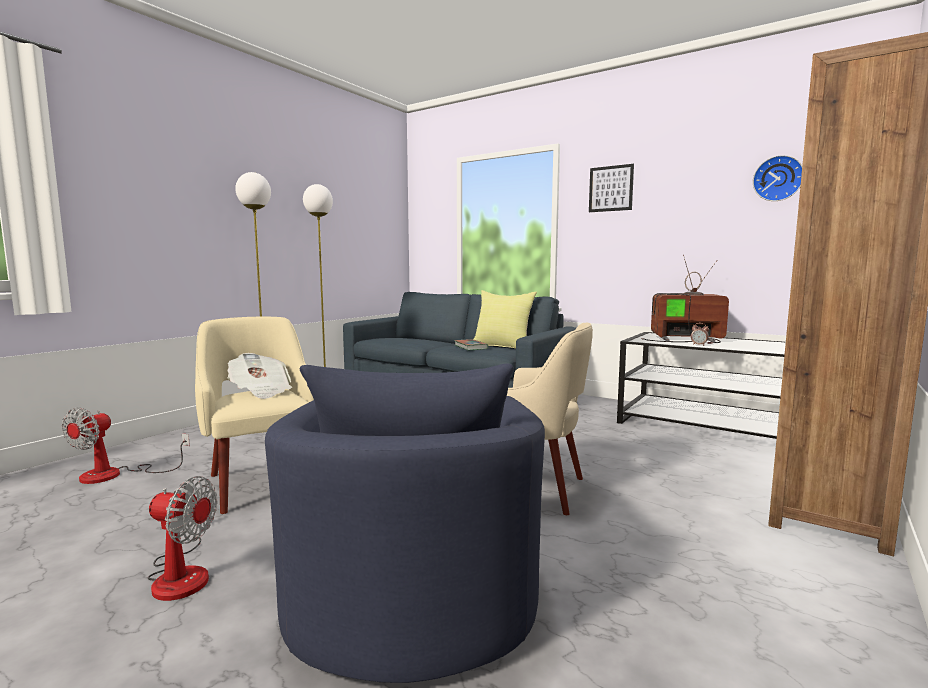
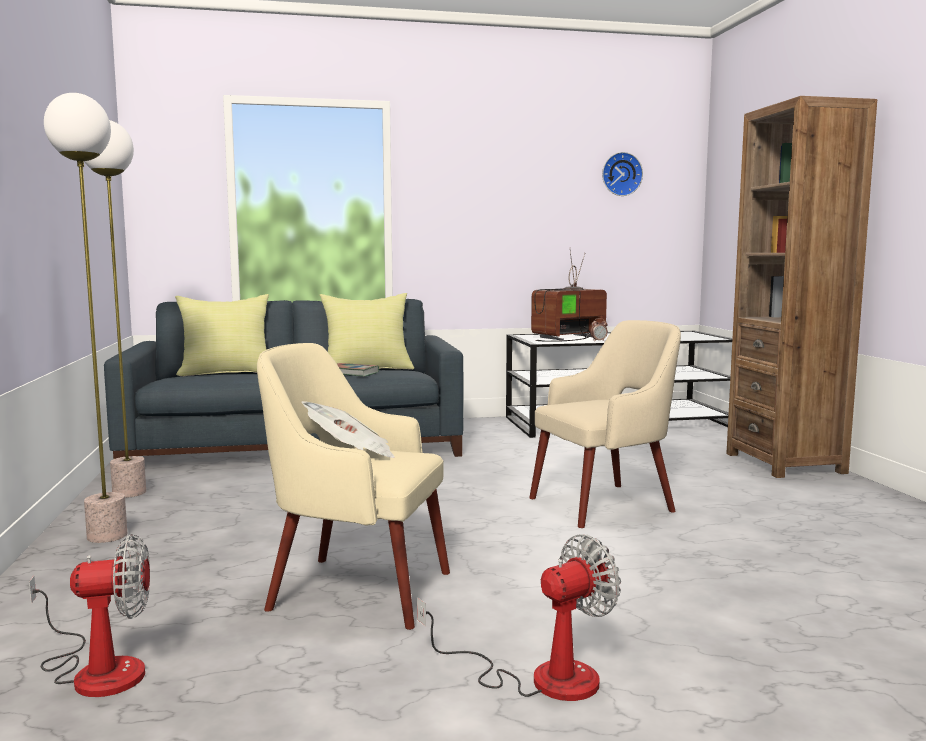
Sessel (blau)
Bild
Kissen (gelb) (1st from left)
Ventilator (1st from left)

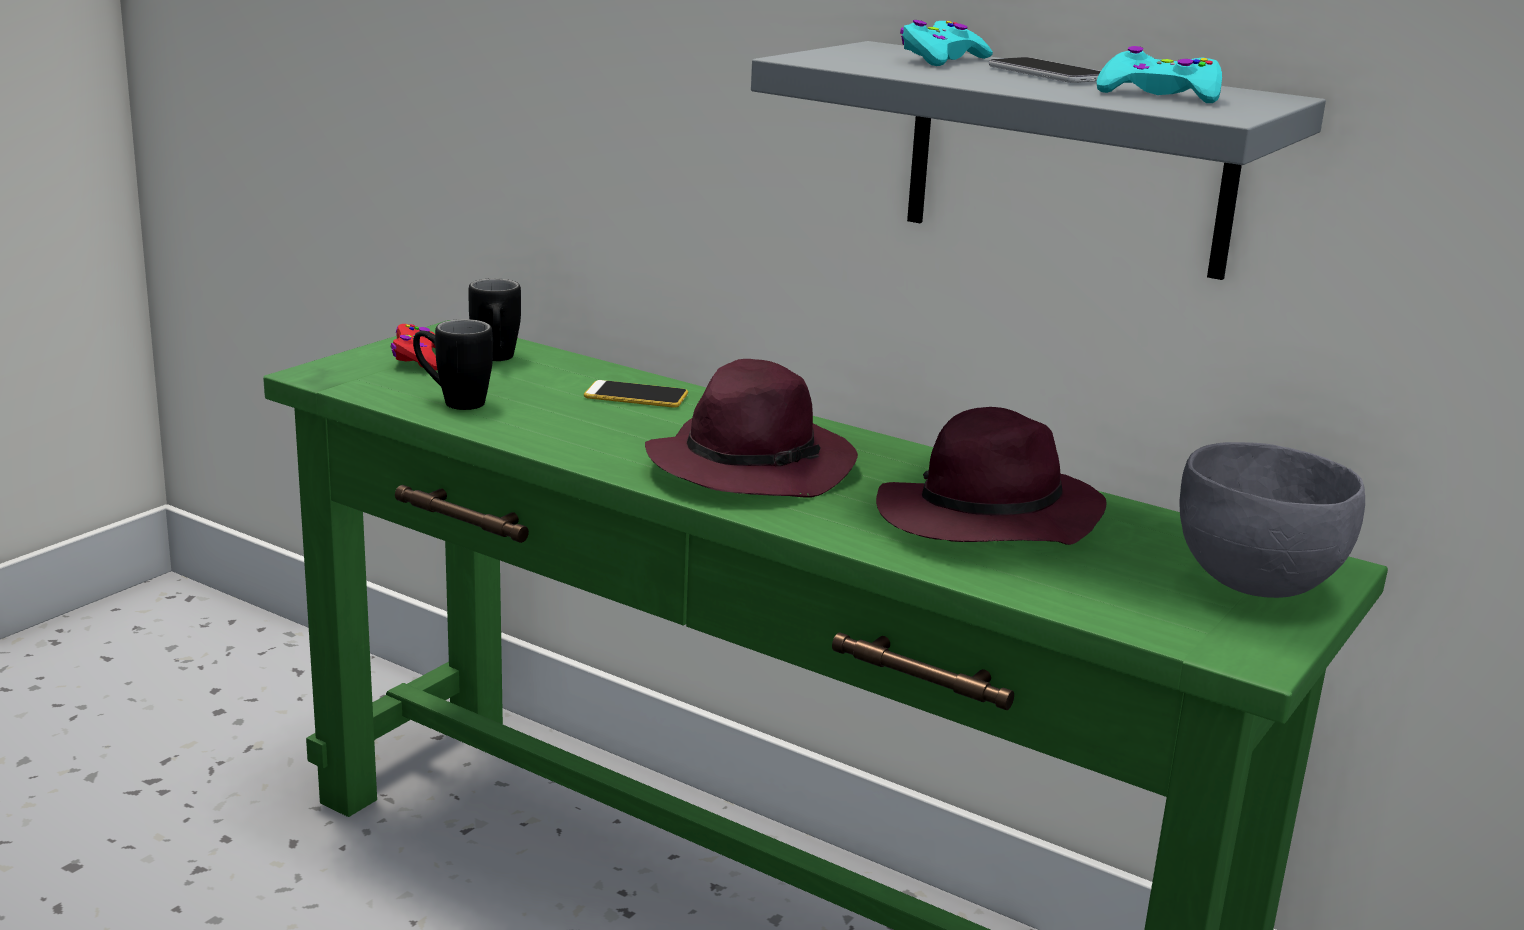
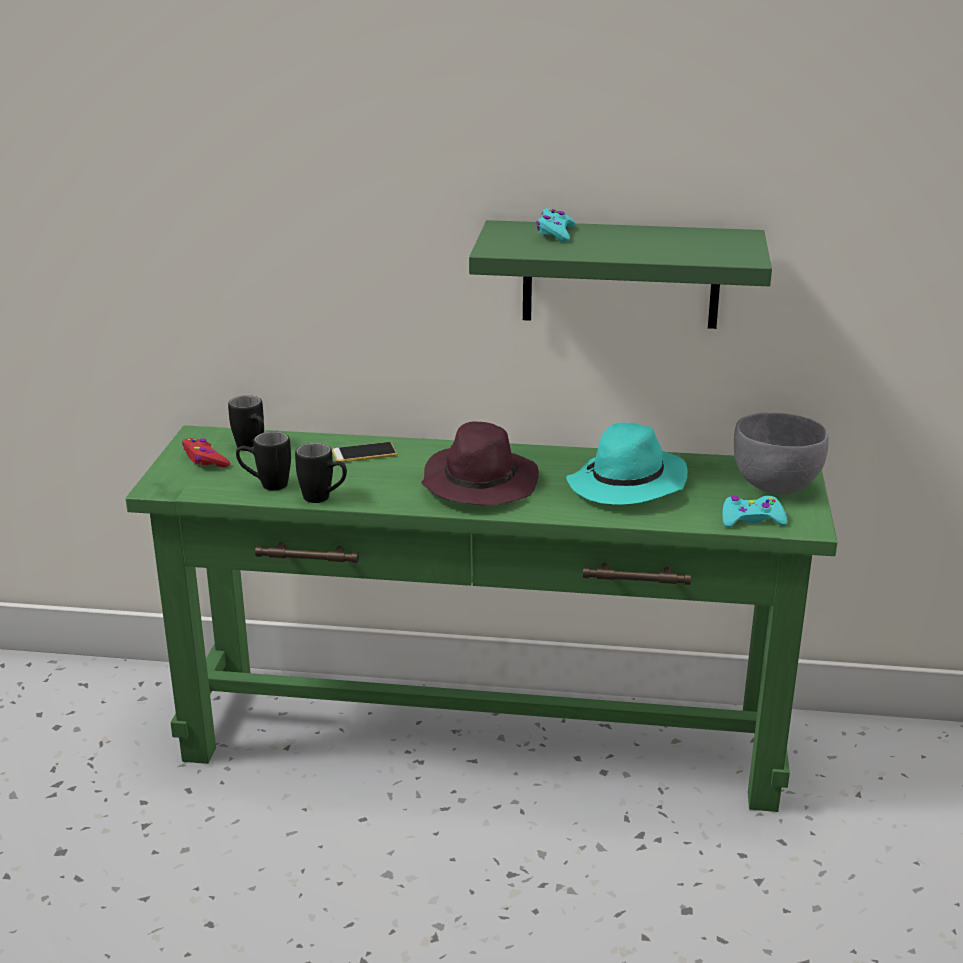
Handy (2nd from left in the first image)
Henkelbecher (schwarz) (3rd from left)
Gamepad (türkis) (2nd from left)
Wandregal (grün)
Hut (türkis)

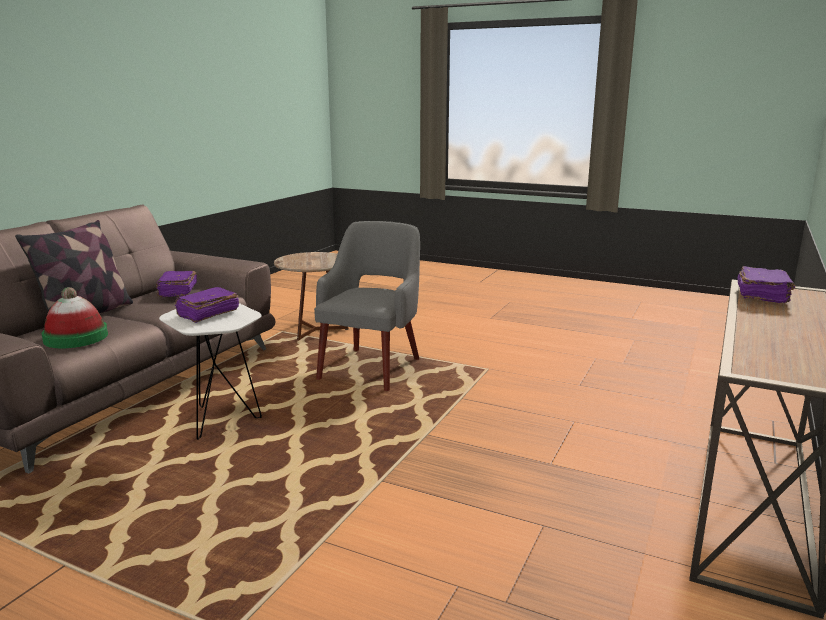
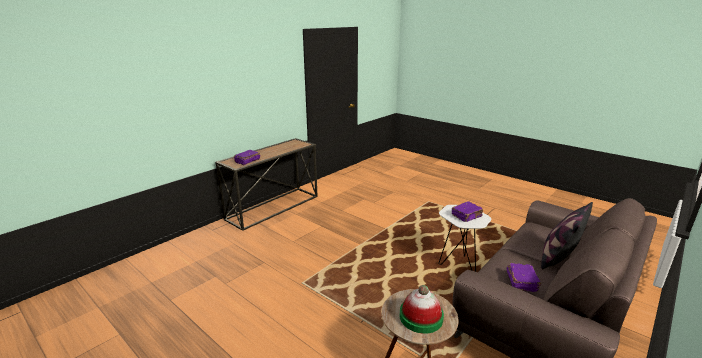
Sessel (grau)
Hut

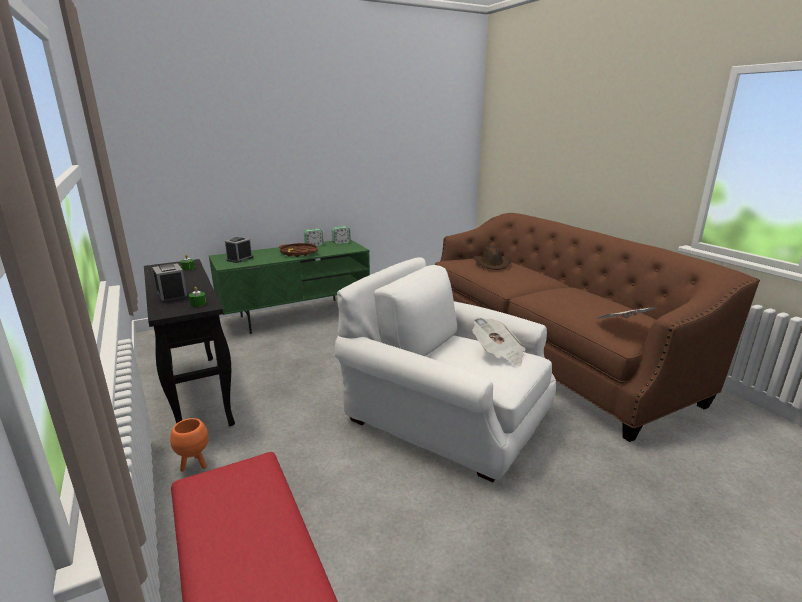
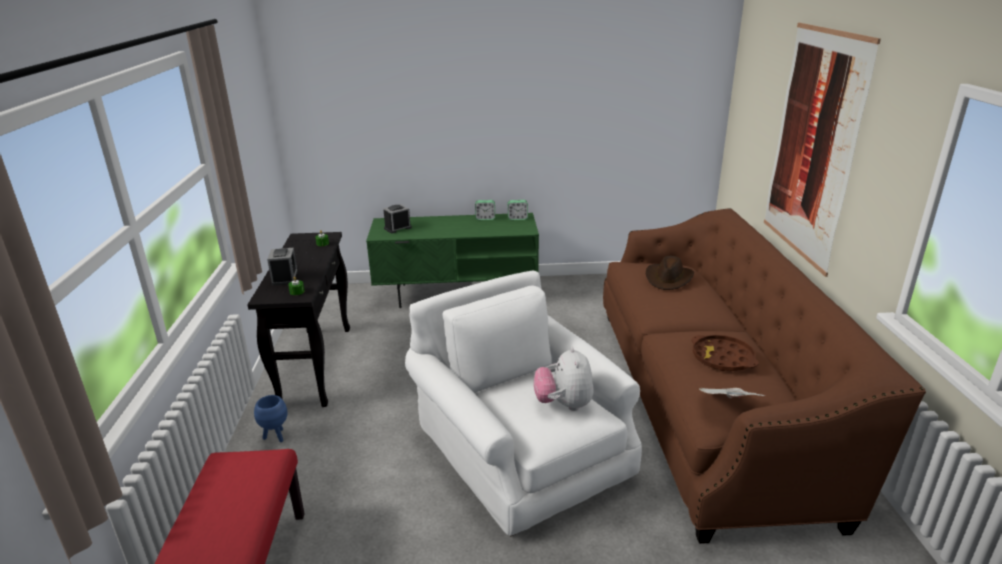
Bild
Tablett (braun)
Plüschtier
Pflanzkübel (blau)

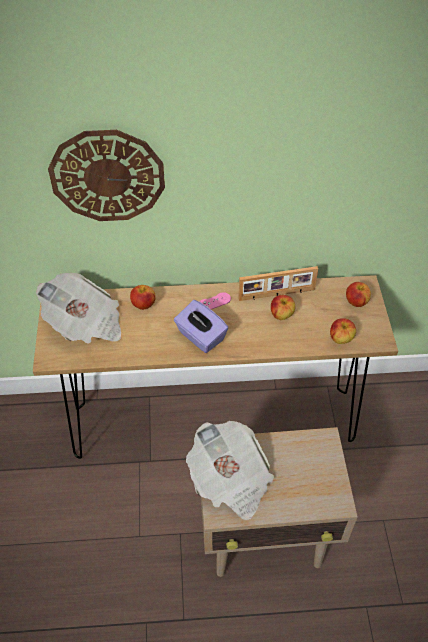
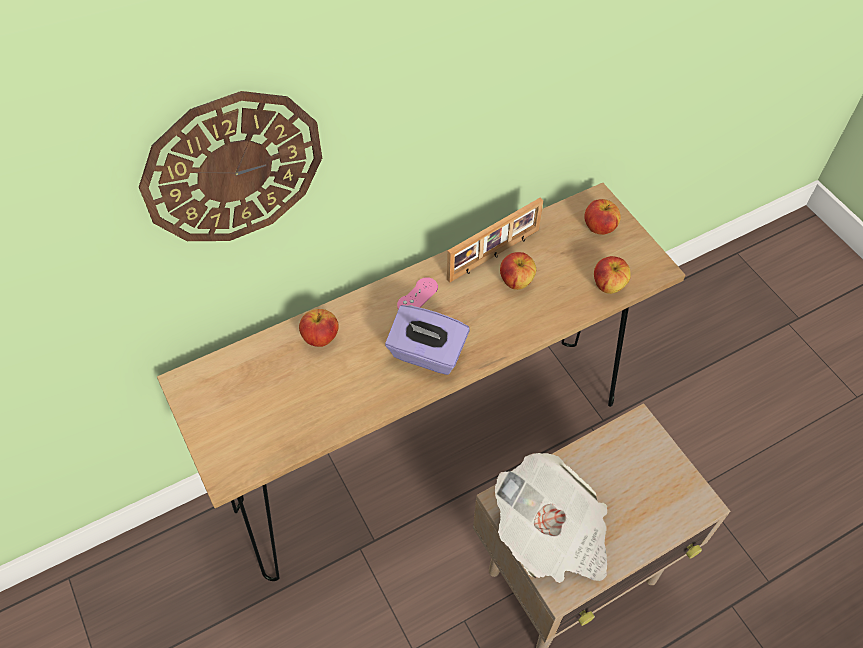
Zeitung (1st from left in the first image)

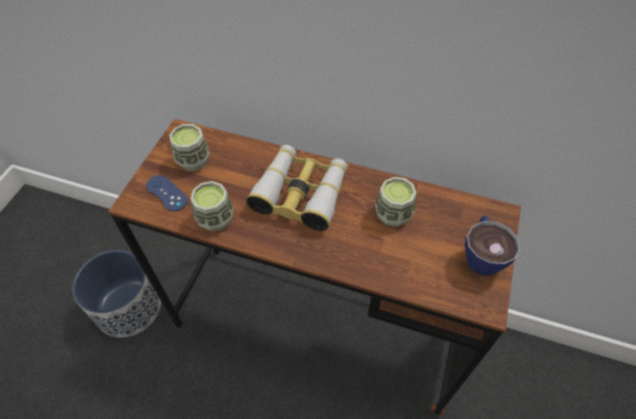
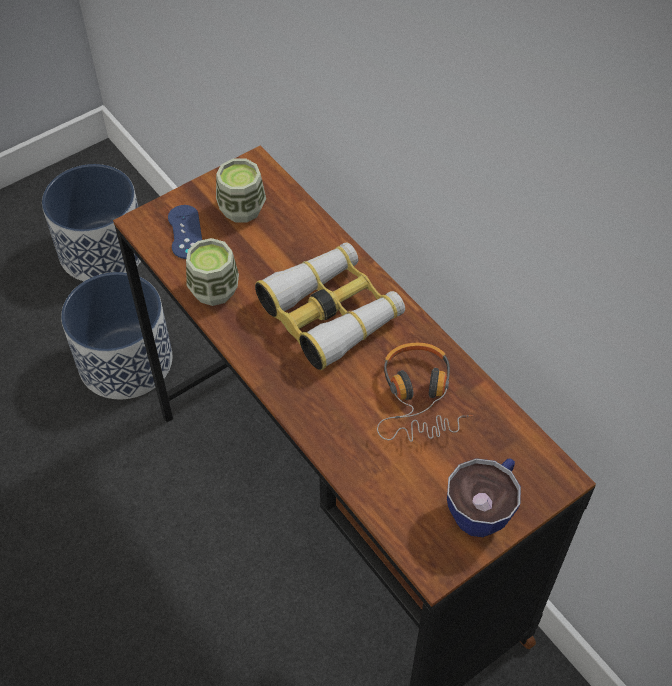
Pflanzkübel (1st from left)
Kopfhörer

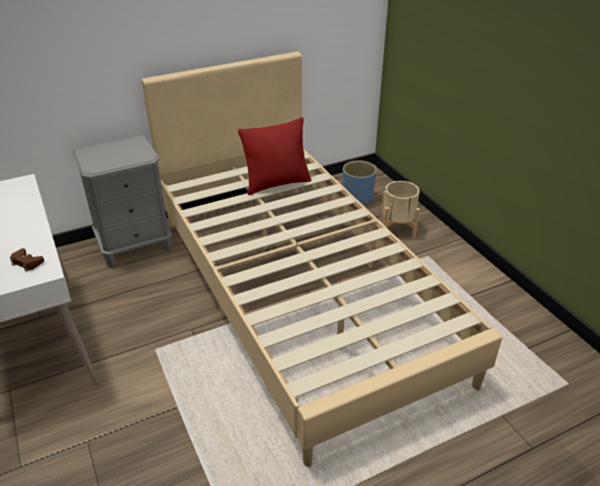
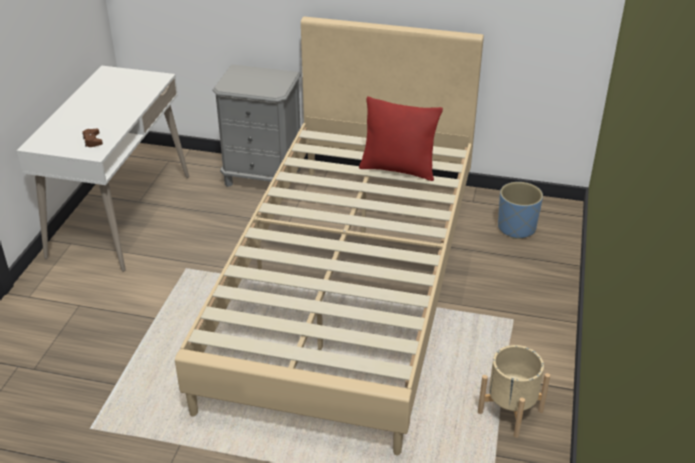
Pflanzkübel (beige)

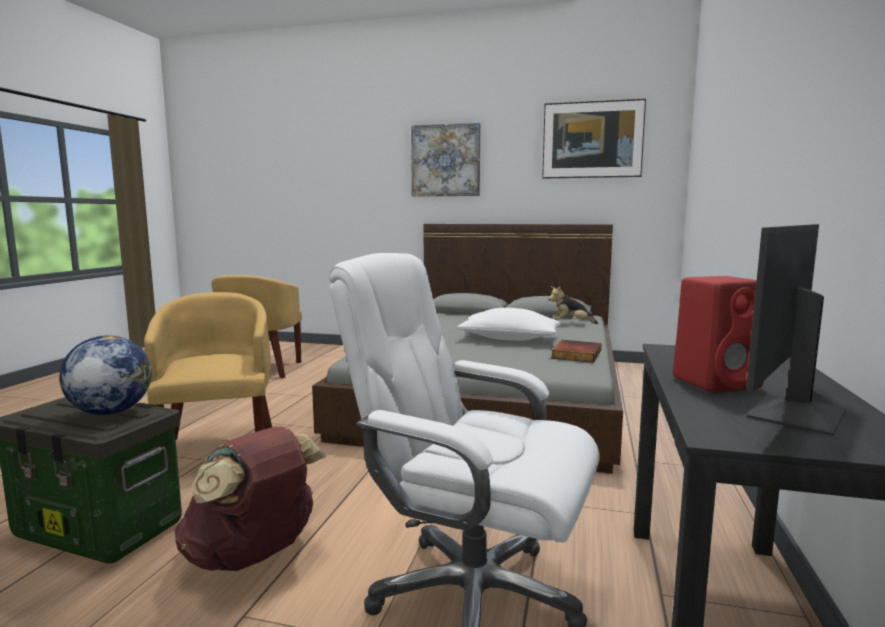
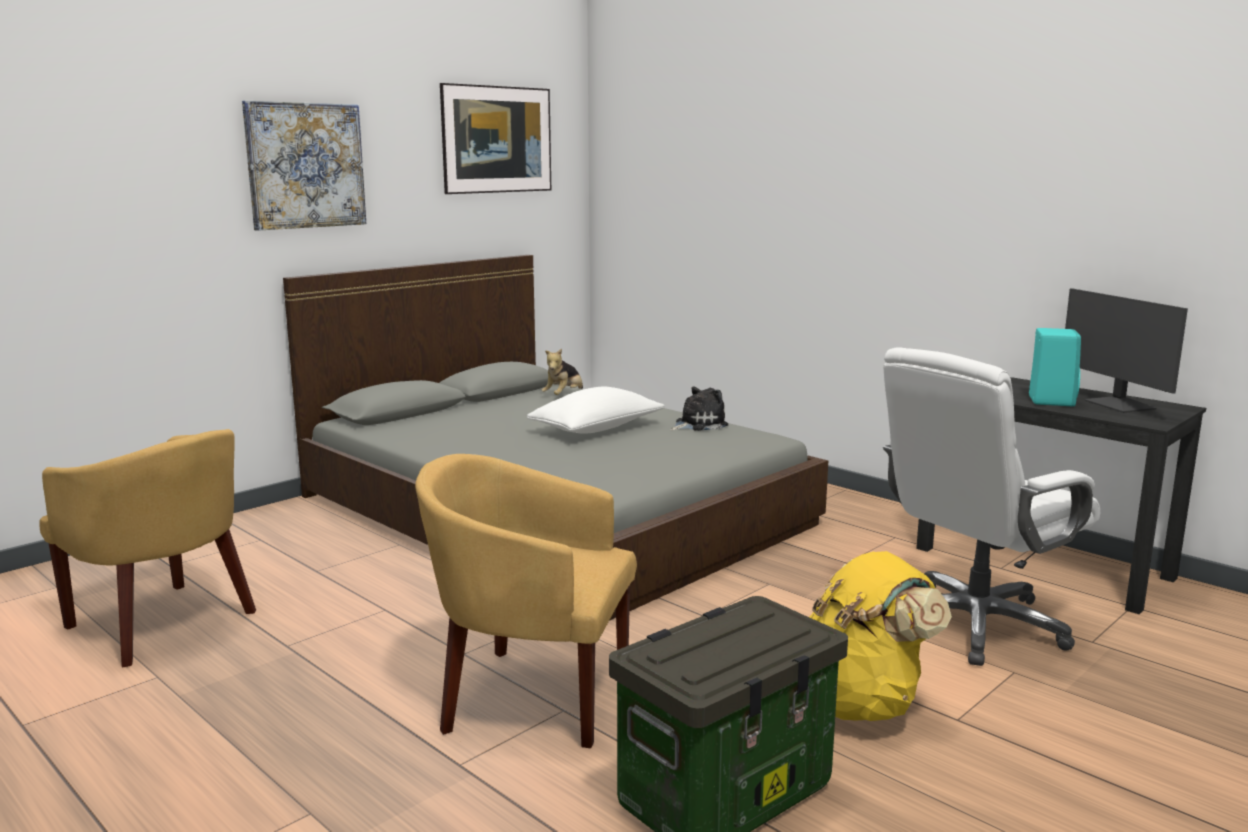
Globus
Plüschtier (2nd from left)
Rucksack (gelb)
Lautsprecher (türkis)

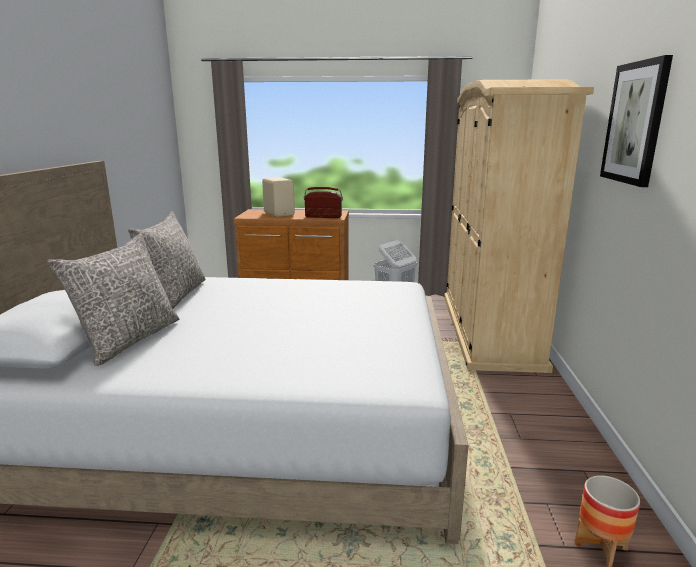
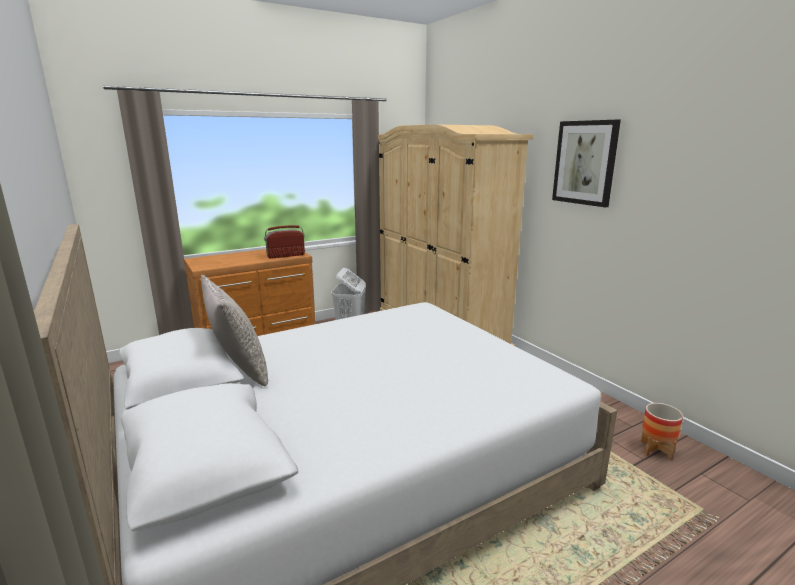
Kissen (grau) (1st from left in the first image)
Lautsprecher (beige)

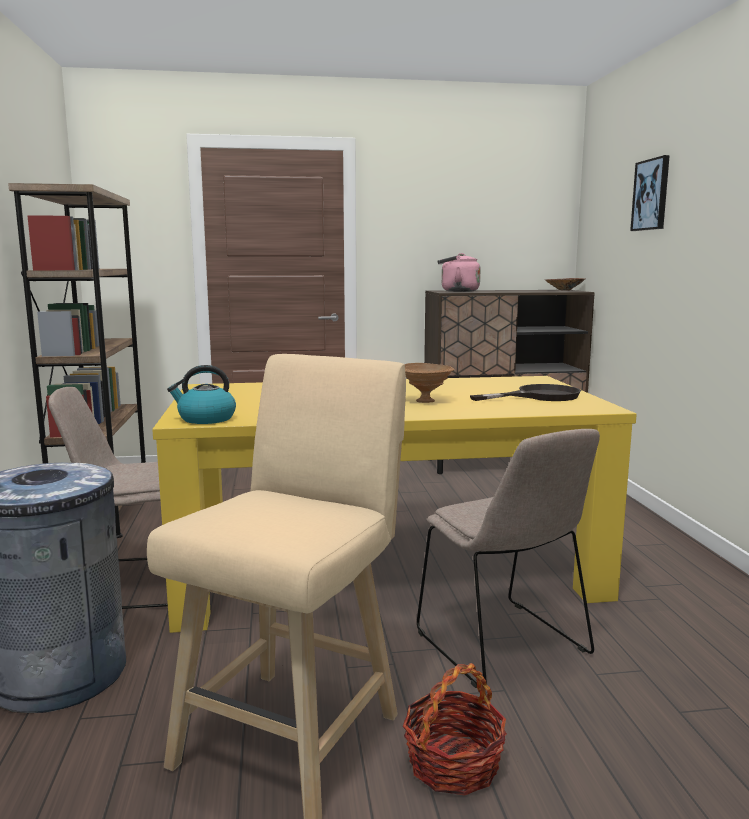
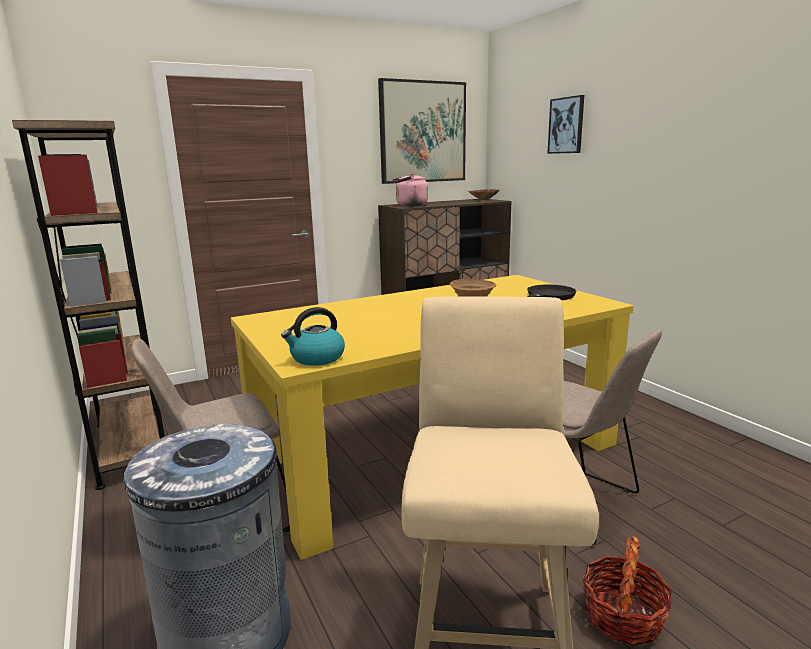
Bild (1st from left)

